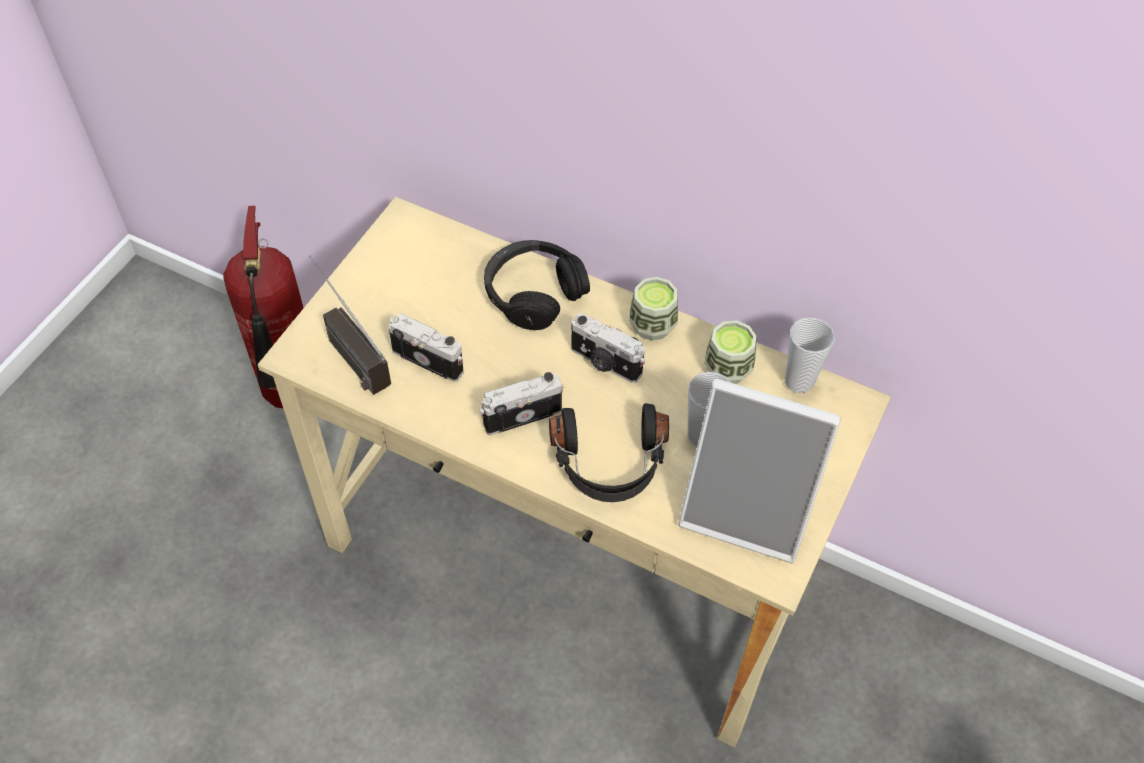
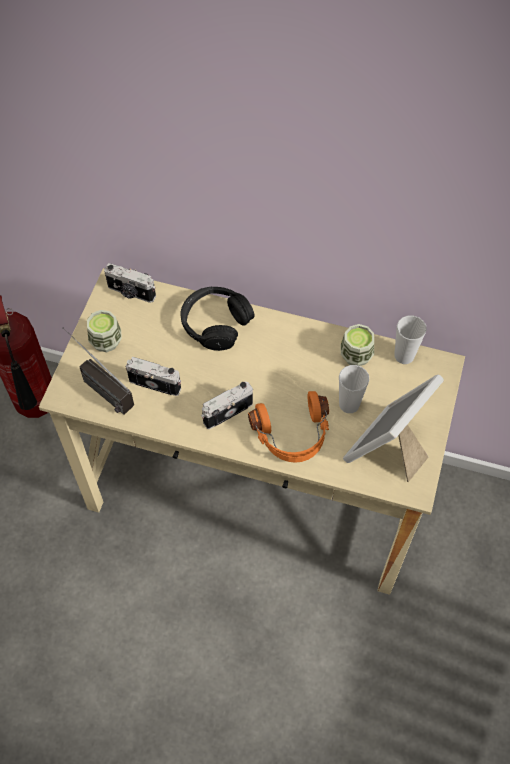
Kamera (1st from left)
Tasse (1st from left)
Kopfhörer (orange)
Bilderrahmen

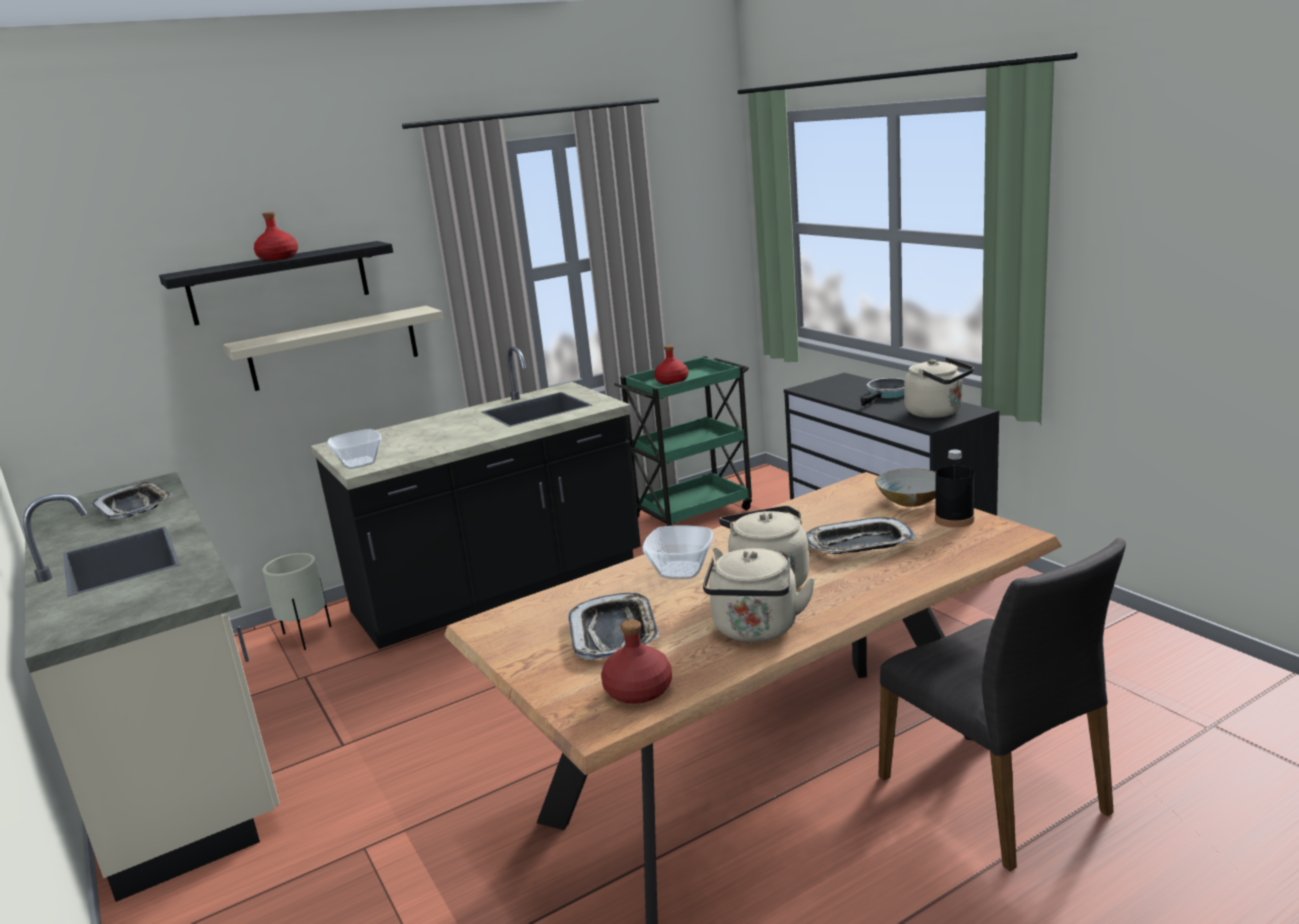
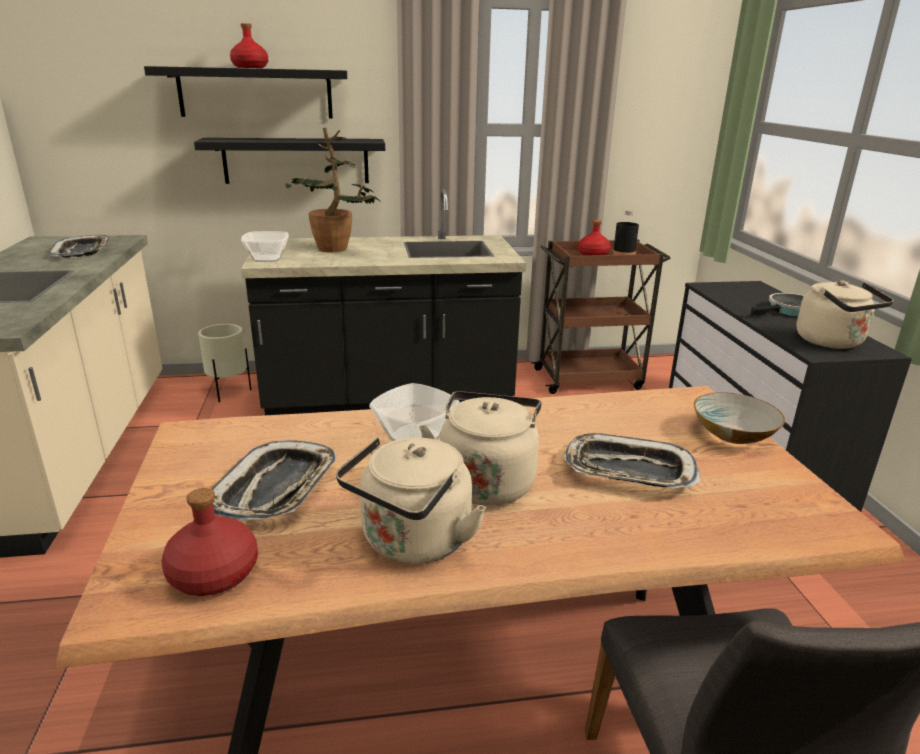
Topfpflanze
Flasche (schwarz)
Wandregal (schwarz) (2nd from left)
Rollwagen (braun)

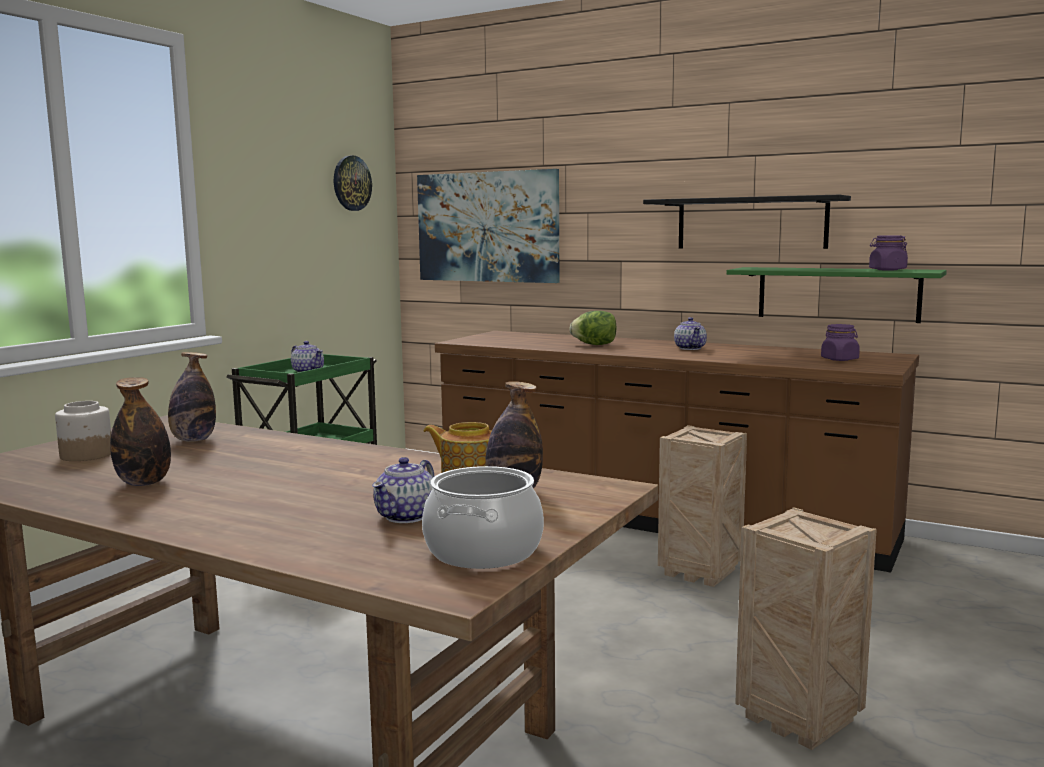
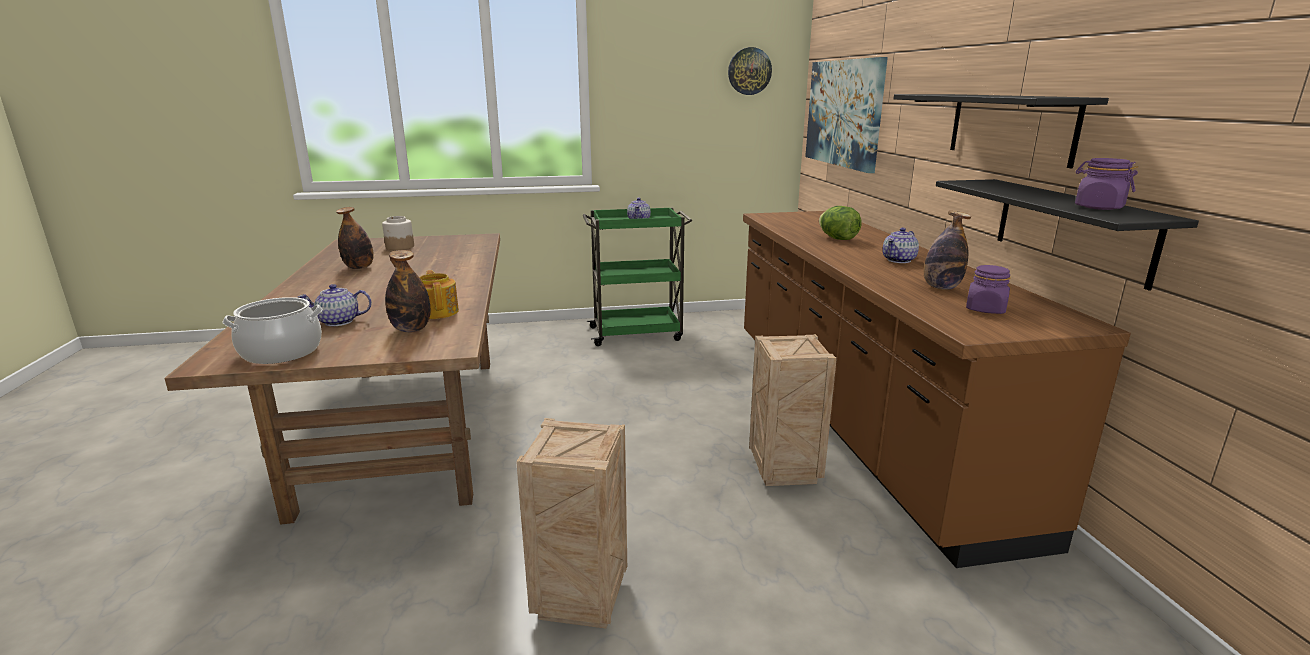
Flasche (3rd from left)
Wandregal (schwarz) (2nd from left)

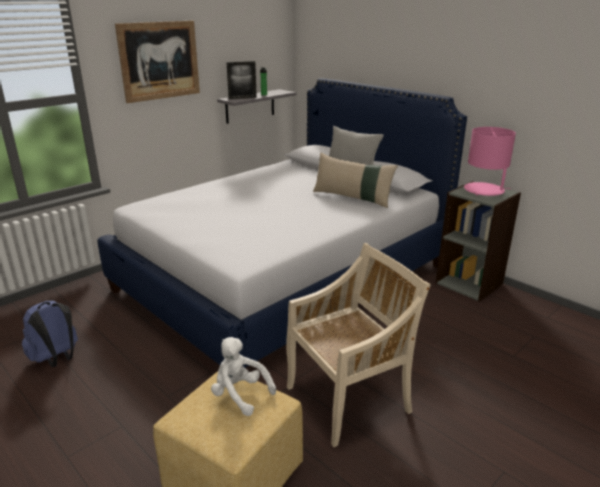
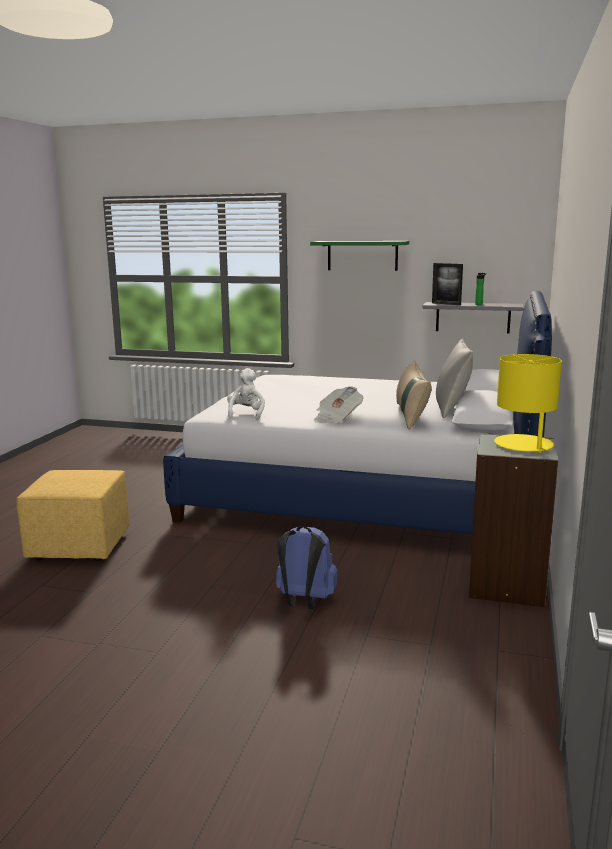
Stuhl (beige)
Zeitung
Rucksack (blau)
Plüschtier (weiß)
Wandregal (grün)
Tischlampe (gelb)

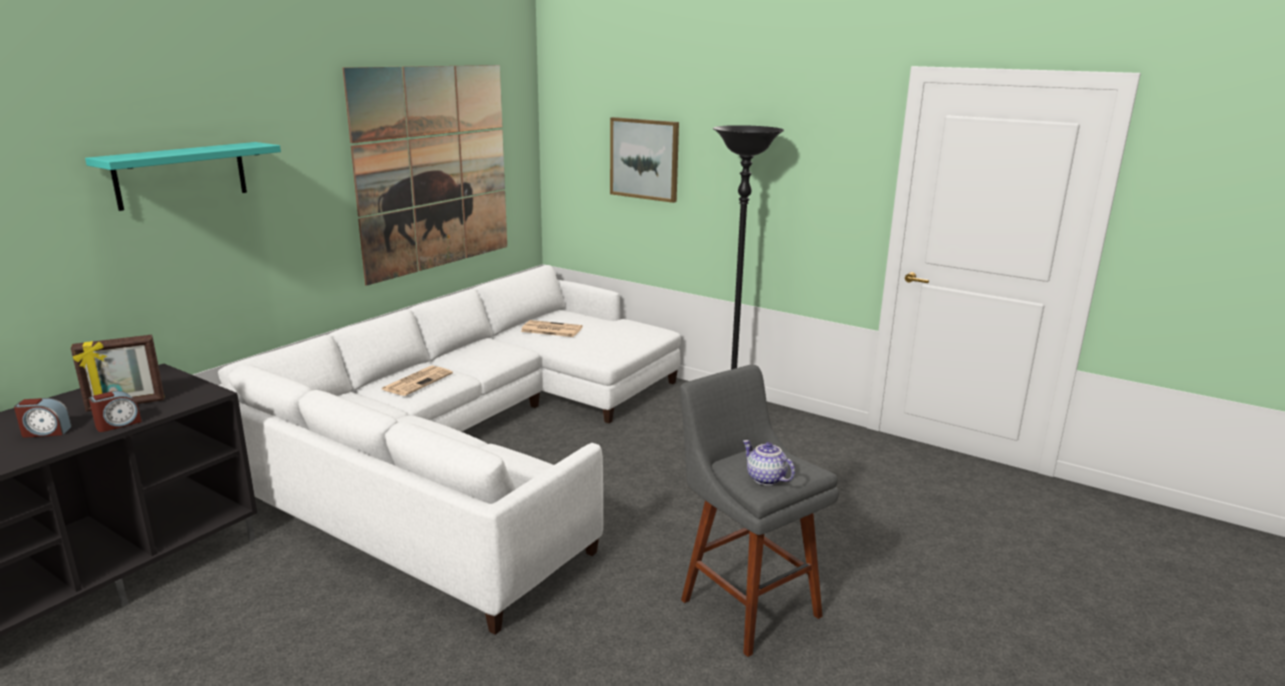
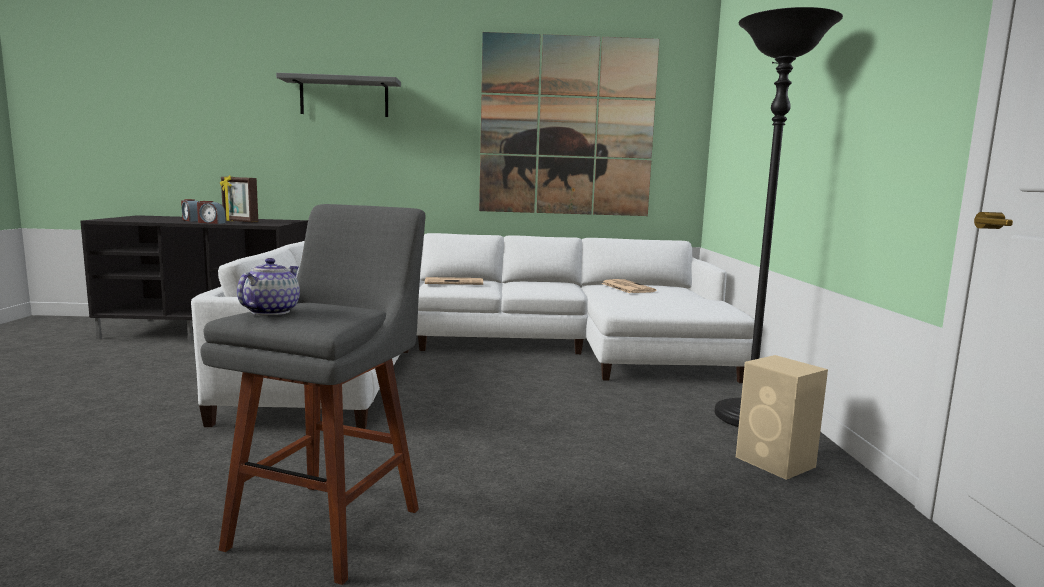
Bild (2nd from left in the first image)
Lautsprecher (beige)
Wandregal (grau)

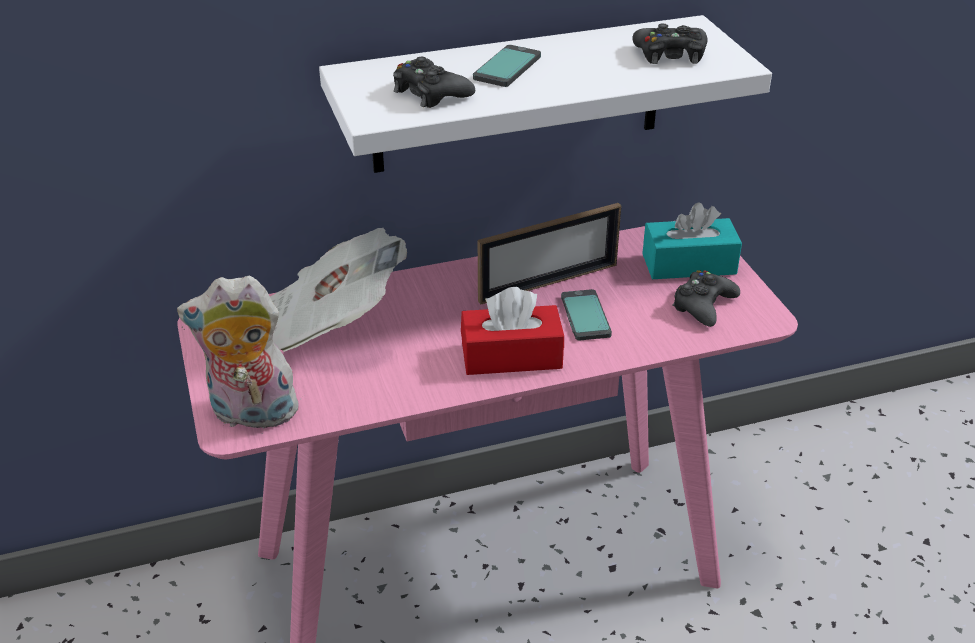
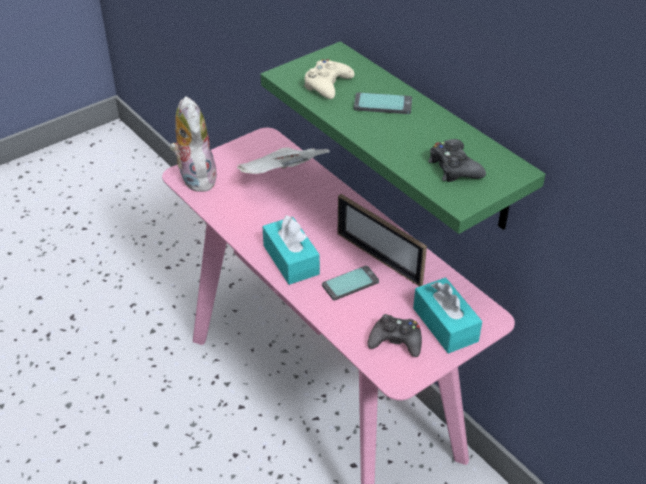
Wandregal (grün)
Gamepad (beige)
Taschentuchbox (türkis) (1st from left)

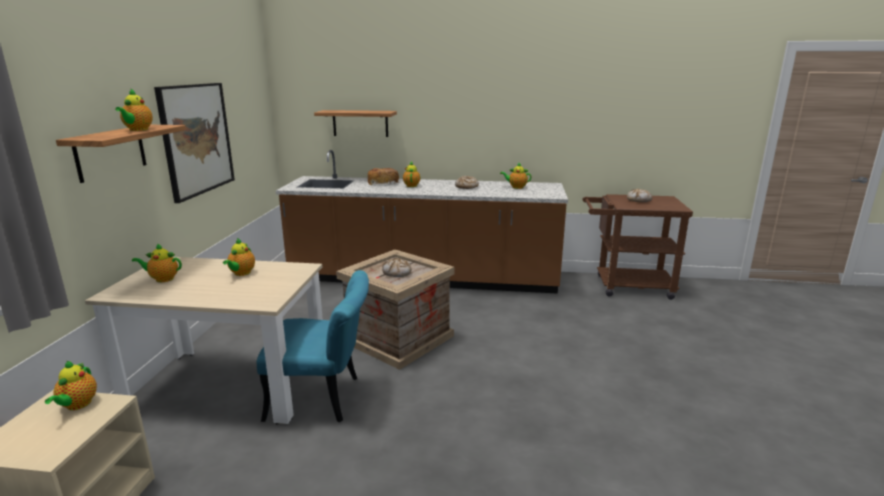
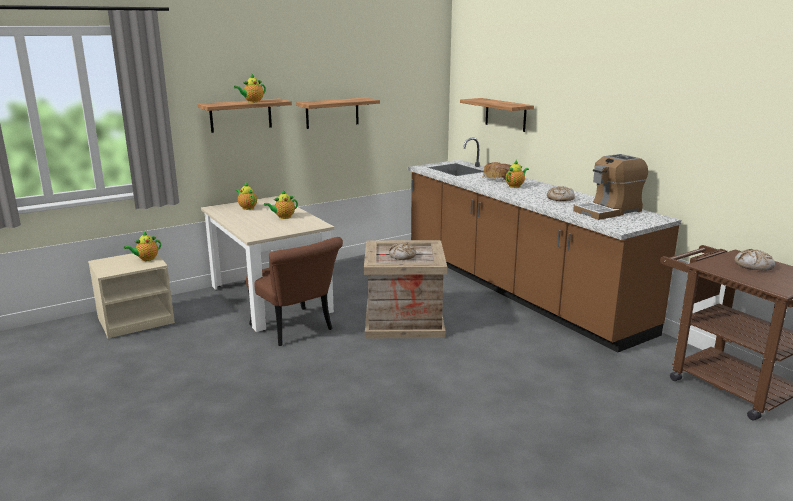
Wandregal (2nd from left)
Kaffeemaschine
Stuhl (braun)

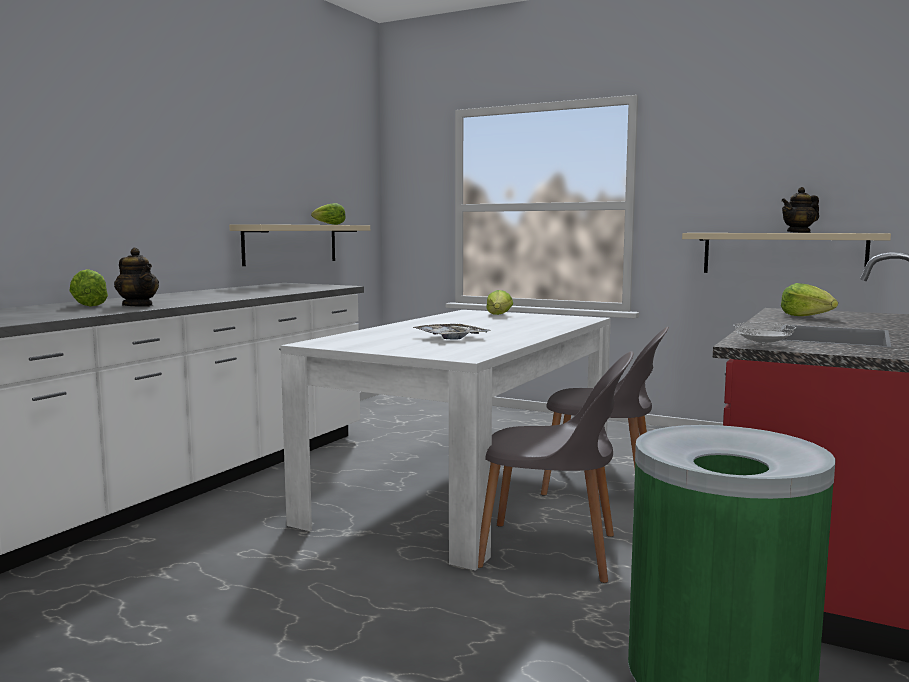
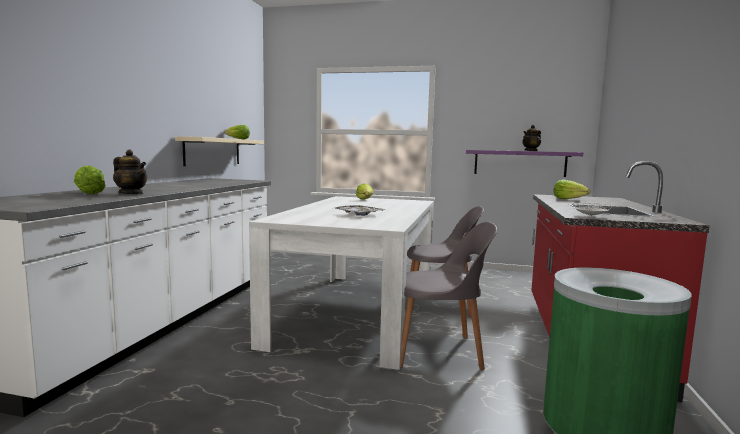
Wandregal (lila)

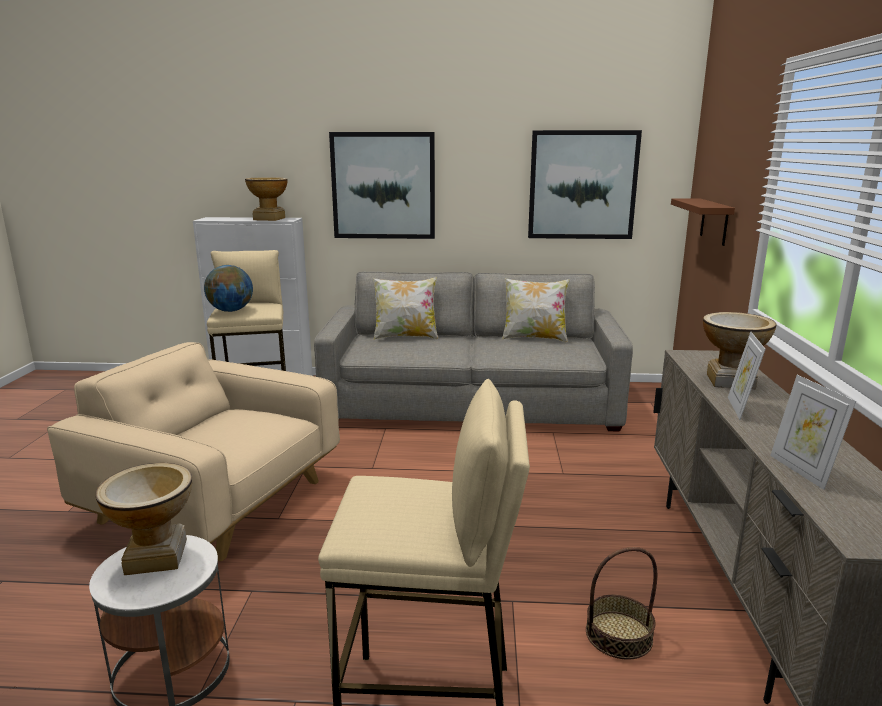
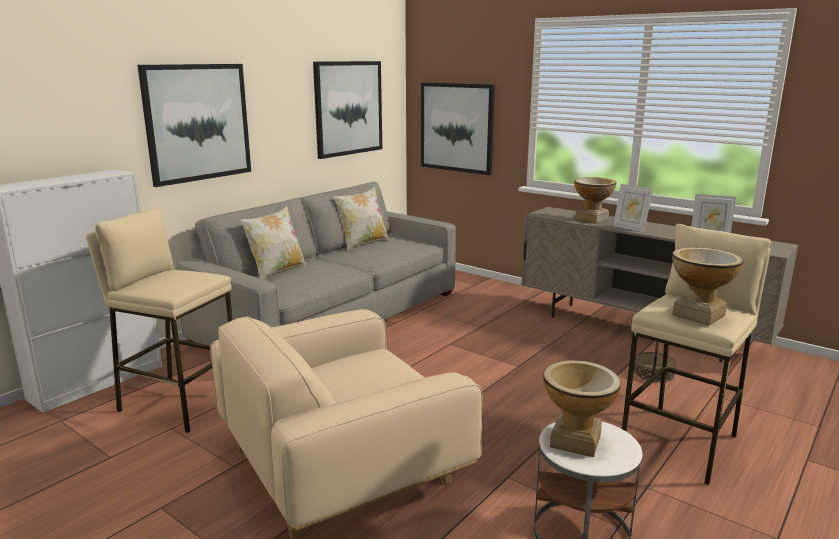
Globus
Vase (3rd from left)
Bild (3rd from left)

